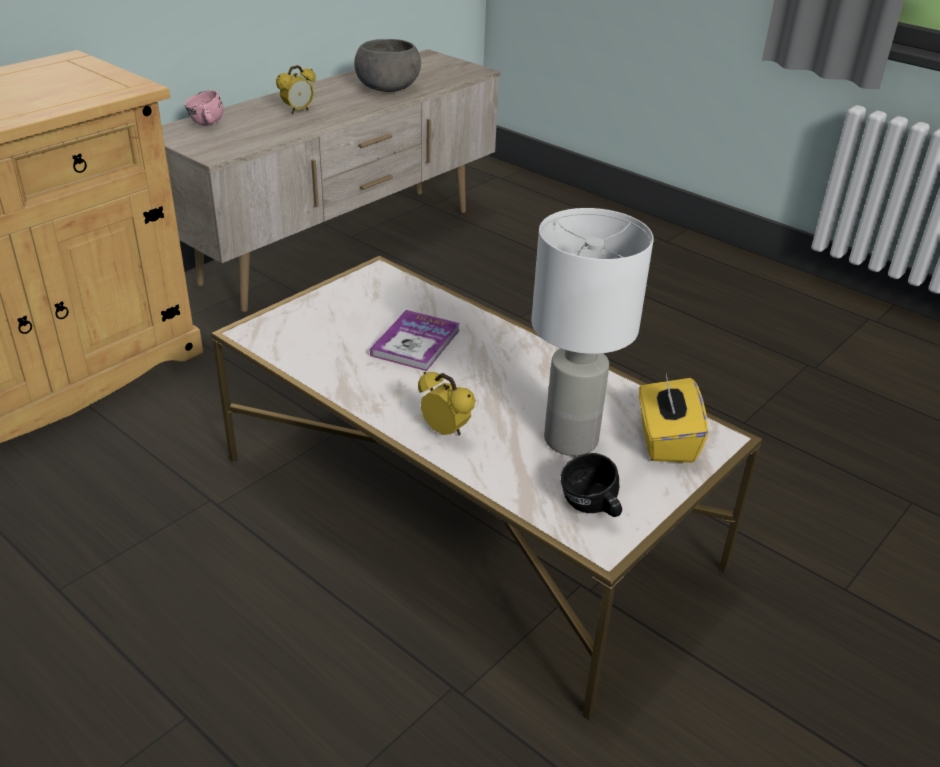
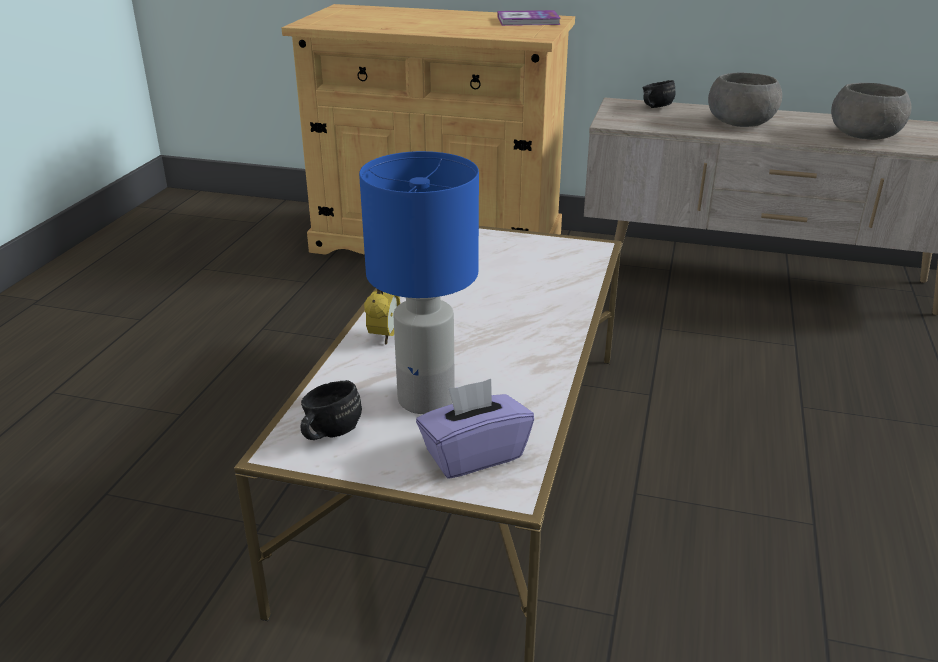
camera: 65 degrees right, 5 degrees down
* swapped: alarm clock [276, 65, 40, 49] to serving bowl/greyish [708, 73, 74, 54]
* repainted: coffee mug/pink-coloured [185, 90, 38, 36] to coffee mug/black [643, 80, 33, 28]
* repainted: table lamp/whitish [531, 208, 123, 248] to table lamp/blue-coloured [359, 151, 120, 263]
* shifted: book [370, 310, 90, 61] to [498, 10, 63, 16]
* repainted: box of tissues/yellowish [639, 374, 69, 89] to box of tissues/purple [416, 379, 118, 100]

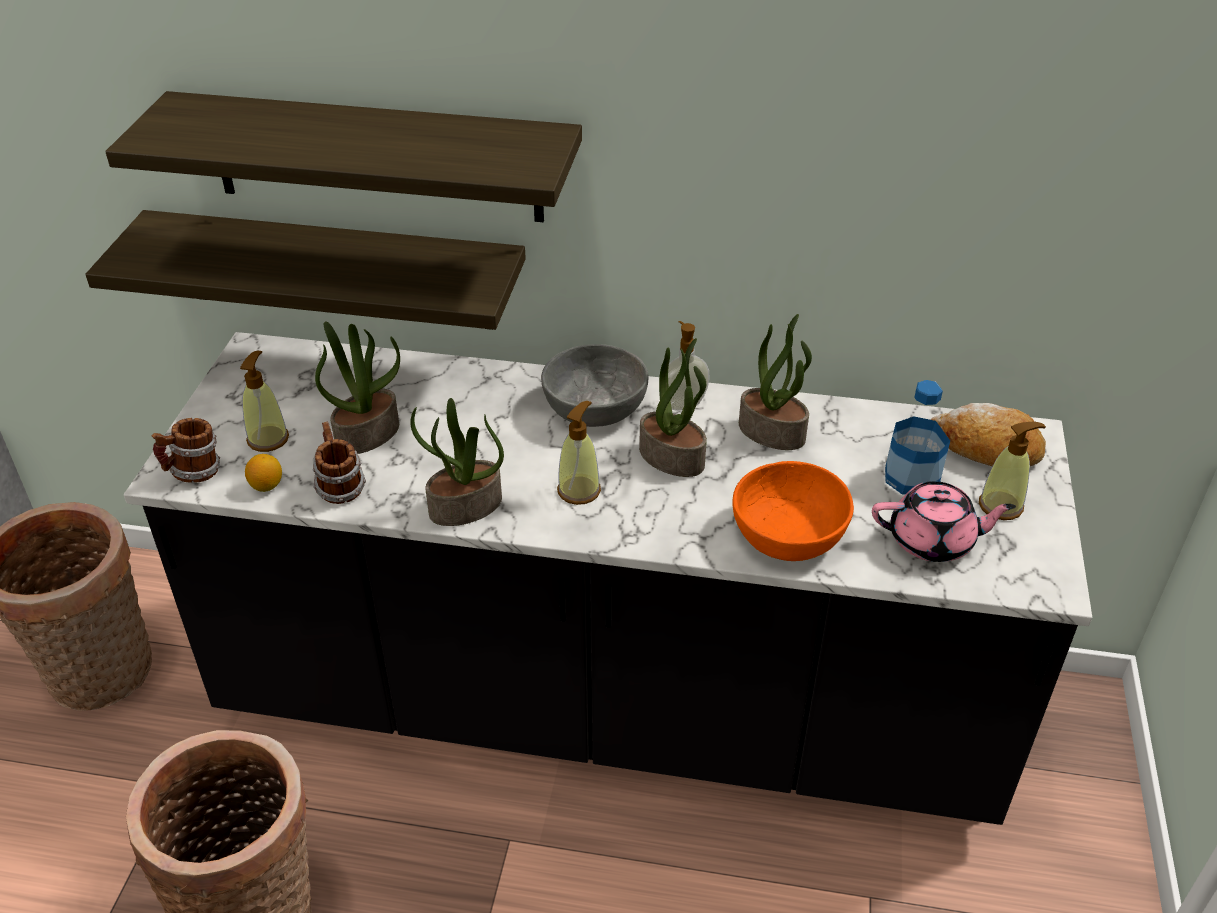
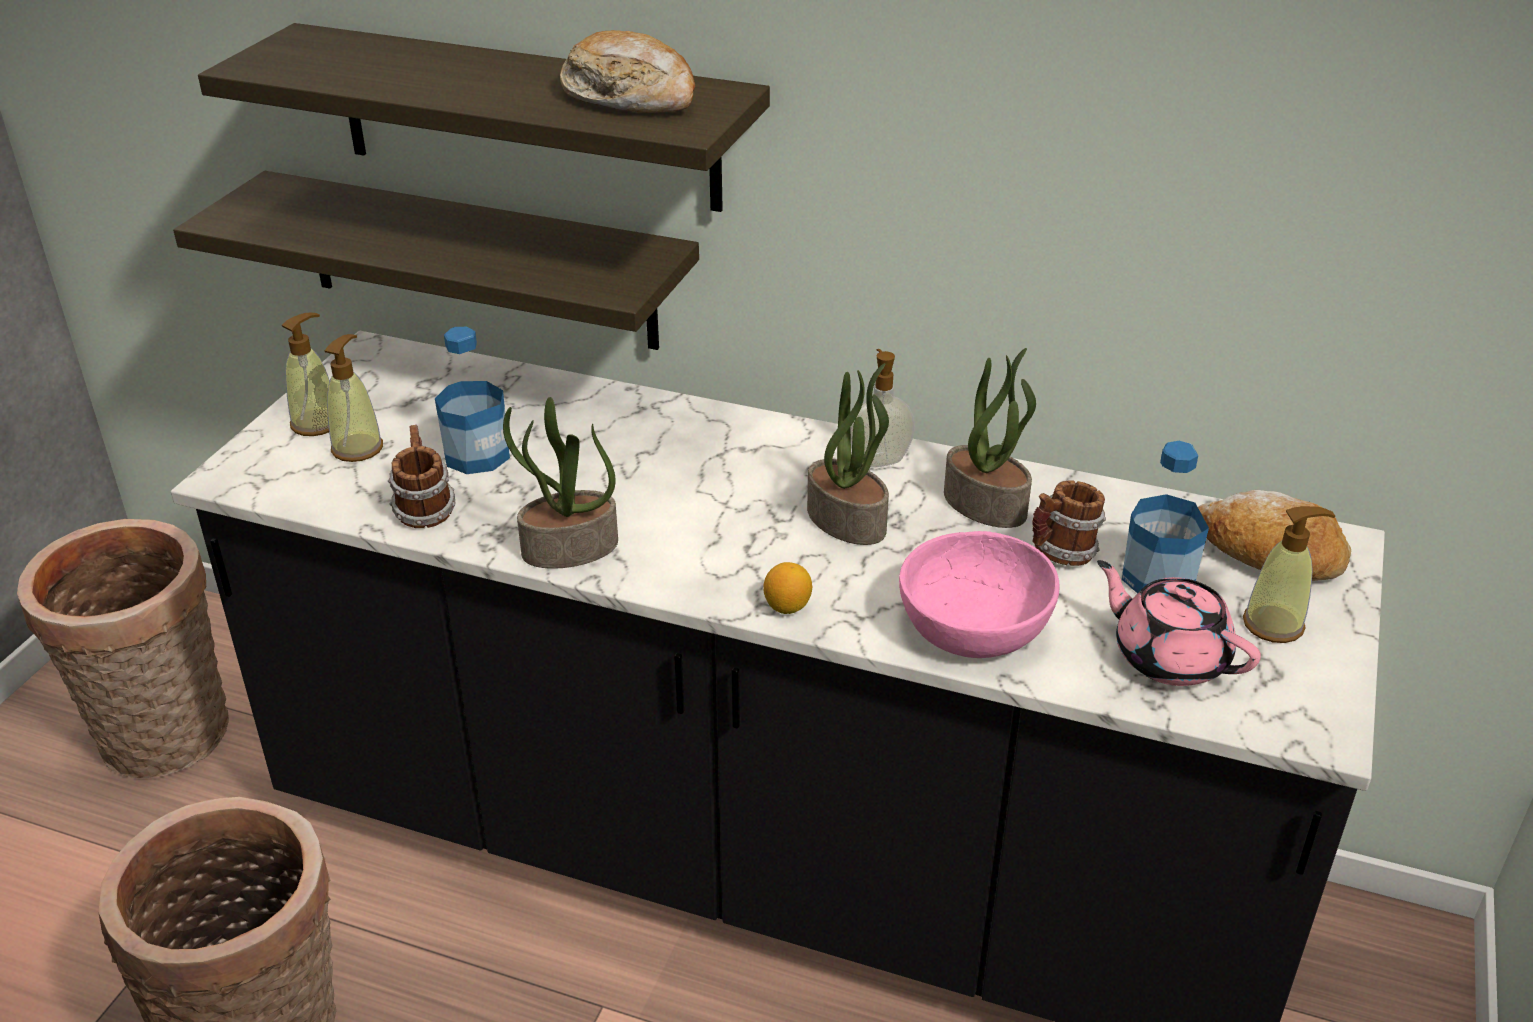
camera: 10 degrees right, 5 degrees down
* swapped: plant in a pot [315, 322, 85, 132] to drink bottle [435, 327, 75, 147]
* gone: serving bowl/greyish [541, 344, 108, 83]
* shifted: liquid soap bottle [557, 401, 44, 104] to [282, 313, 48, 123]
* shifted: coffee mug [152, 418, 68, 65] to [1032, 480, 74, 86]
* shifted: whole lemon [245, 454, 37, 38] to [763, 562, 50, 52]
* repainted: serving bowl/orange [732, 461, 122, 100] to serving bowl/pink-coloured [899, 531, 161, 127]
* rotated: pot for tea/pink-coloured [872, 481, 144, 81] = [1097, 560, 164, 126] 150 degrees counterclockwise
* new: bread [560, 30, 136, 83]

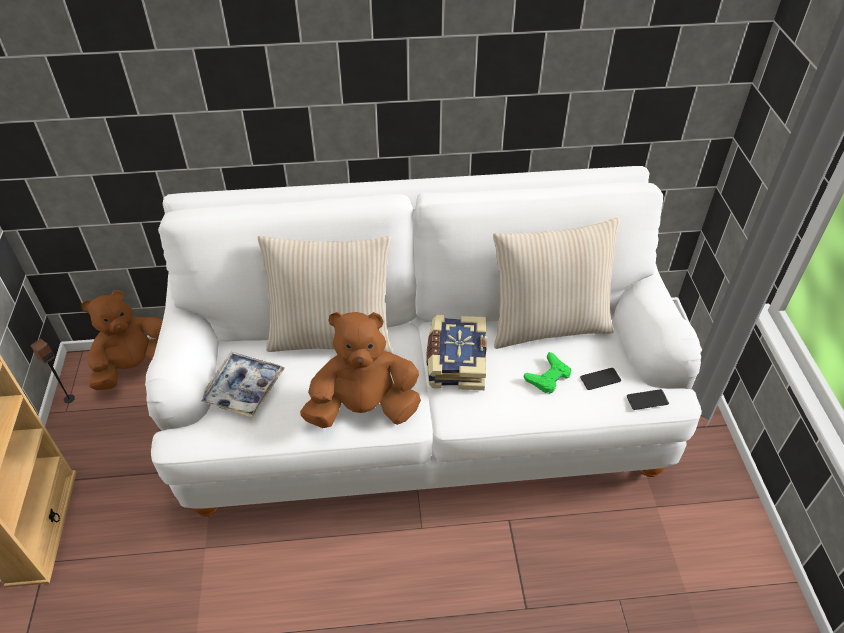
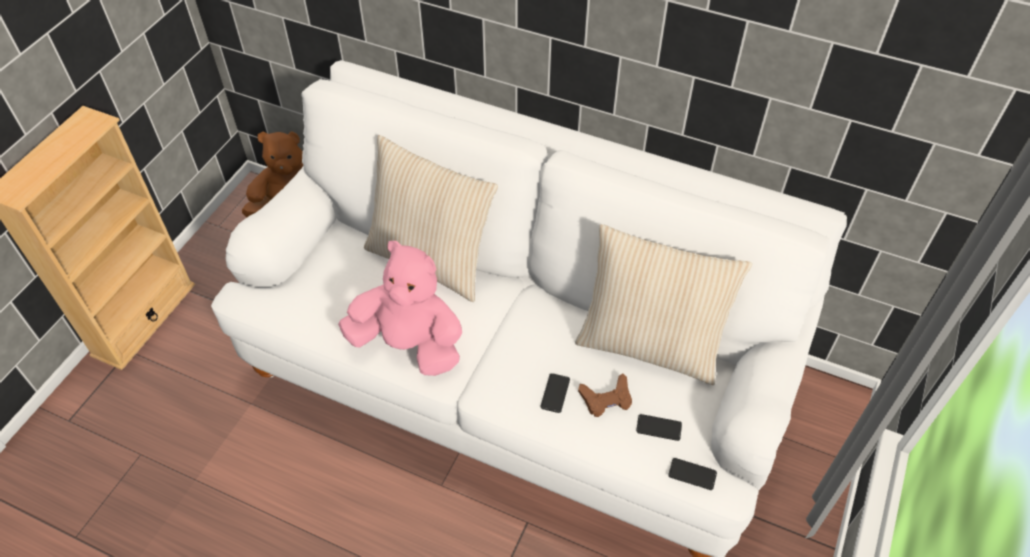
camera: 30 degrees right, 5 degrees up
* repainted: soft toy/brown [300, 312, 121, 116] to soft toy/pink-coloured [338, 241, 124, 135]
* gone: book [427, 315, 60, 75]
* gone: loudspeaker [30, 338, 45, 65]
* gone: serving tray [201, 352, 84, 66]
* repainted: joypad/green-coloured [524, 352, 47, 42] to joypad/brown [578, 374, 54, 43]
* new: handset [540, 373, 30, 40]

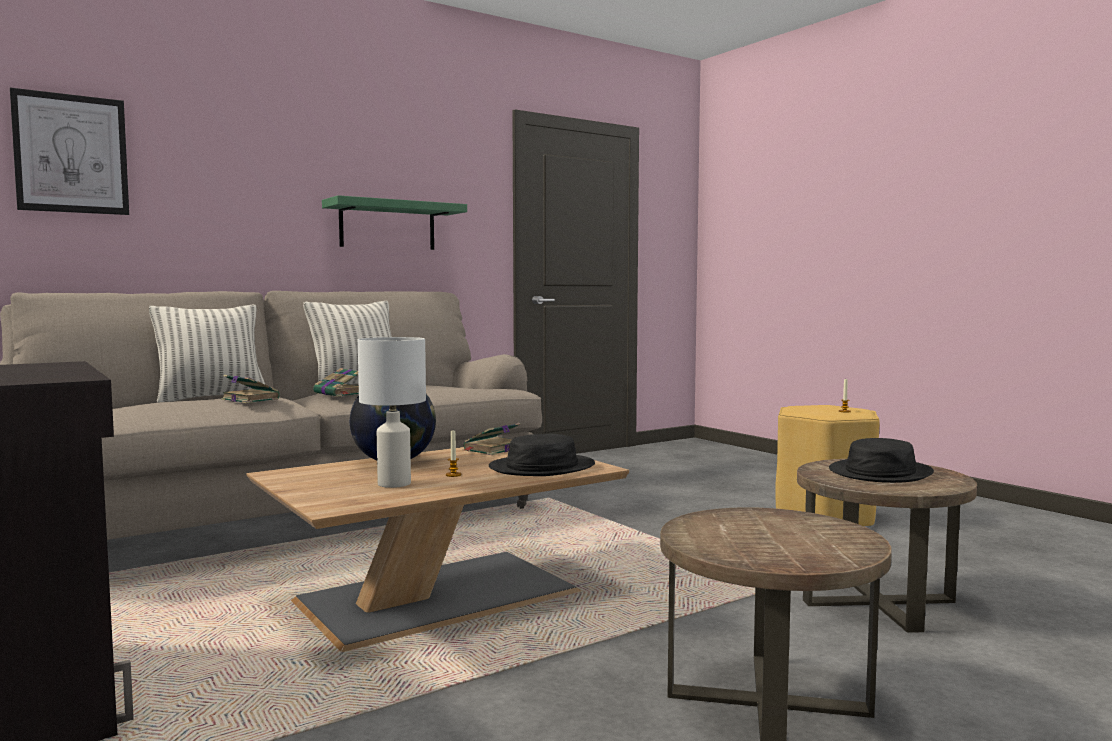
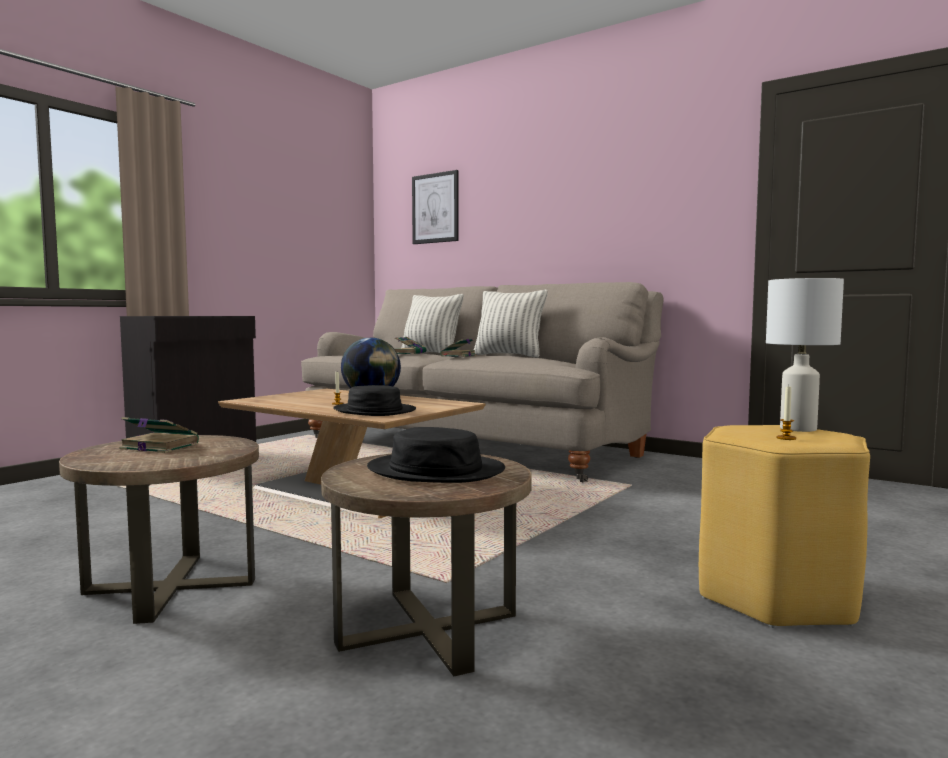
camera: 70 degrees right, 0 degrees up
* gone: wall shelf/green-coloured [322, 195, 145, 55]
* shifted: table lamp/whitish [358, 337, 68, 151] to [766, 278, 78, 154]
* shifted: book [464, 423, 56, 32] to [119, 417, 80, 36]

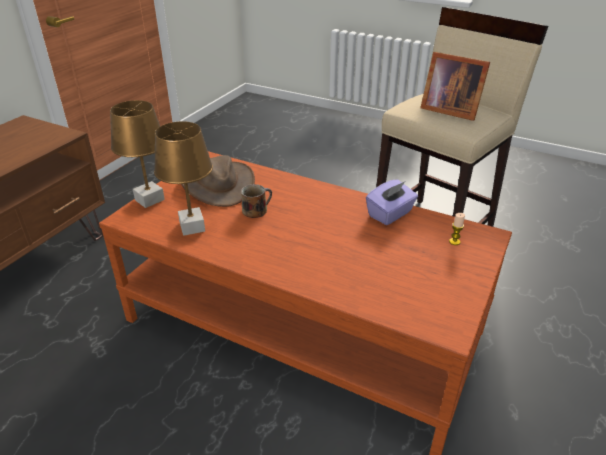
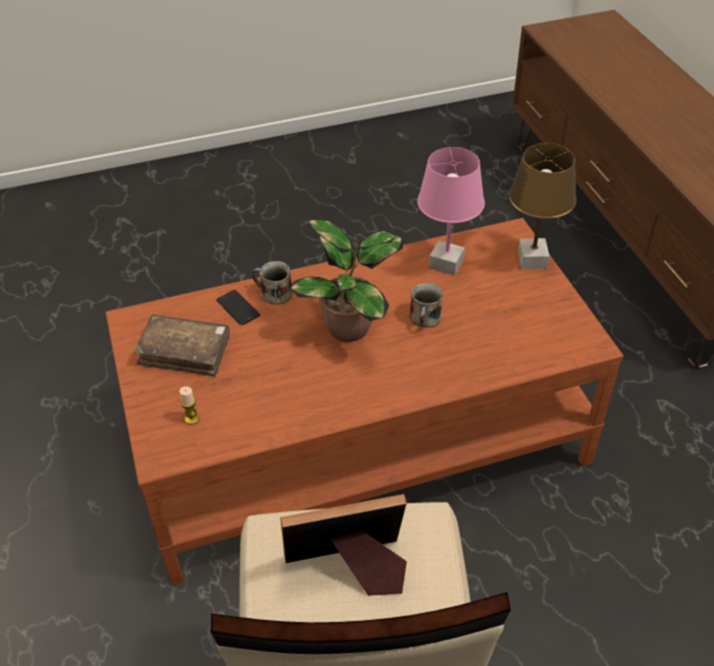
camera: 135 degrees right, 10 degrees up
* repainted: table lamp/brown [154, 121, 59, 115] to table lamp/pink-coloured [417, 147, 68, 129]
* gone: clothing hat/brown [181, 155, 74, 52]
* gone: box of tissues/purple [366, 179, 52, 46]
* new: plant in a pot [291, 219, 112, 123]
* new: coffee mug [252, 261, 41, 44]
* new: handset [216, 290, 44, 35]
* new: book/brown [134, 314, 96, 63]

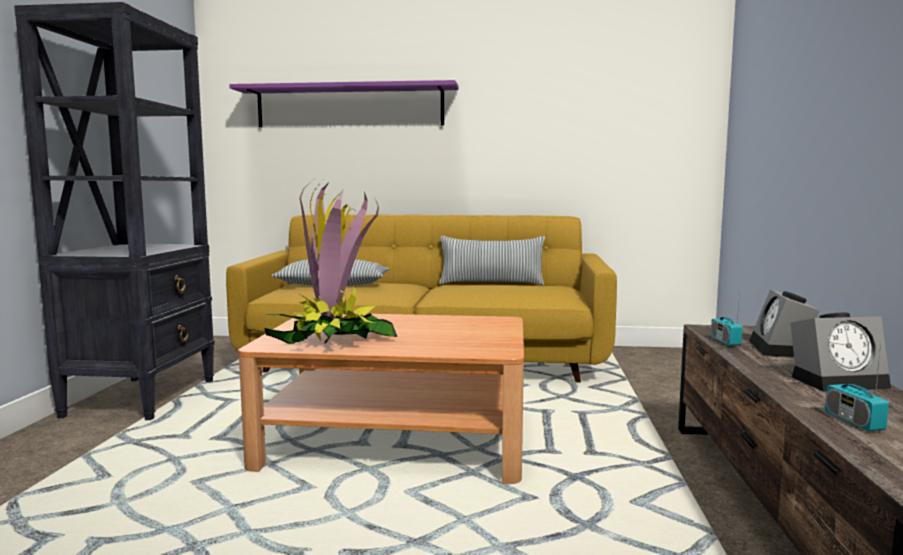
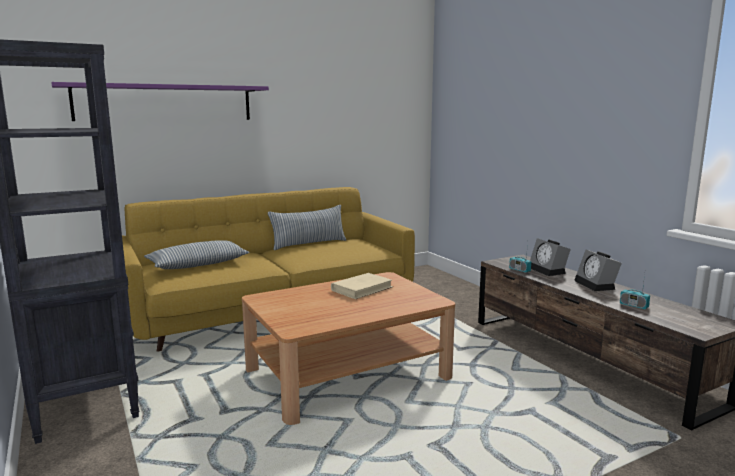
camera: 35 degrees left, 5 degrees up
* gone: plant in a pot [264, 181, 133, 163]
* rotated: alarm clock [790, 313, 101, 79] = [574, 250, 48, 41] 120 degrees clockwise
* new: book/beige [331, 273, 62, 26]

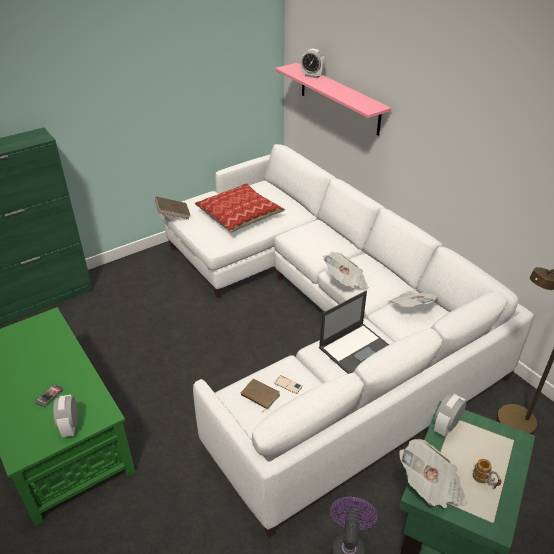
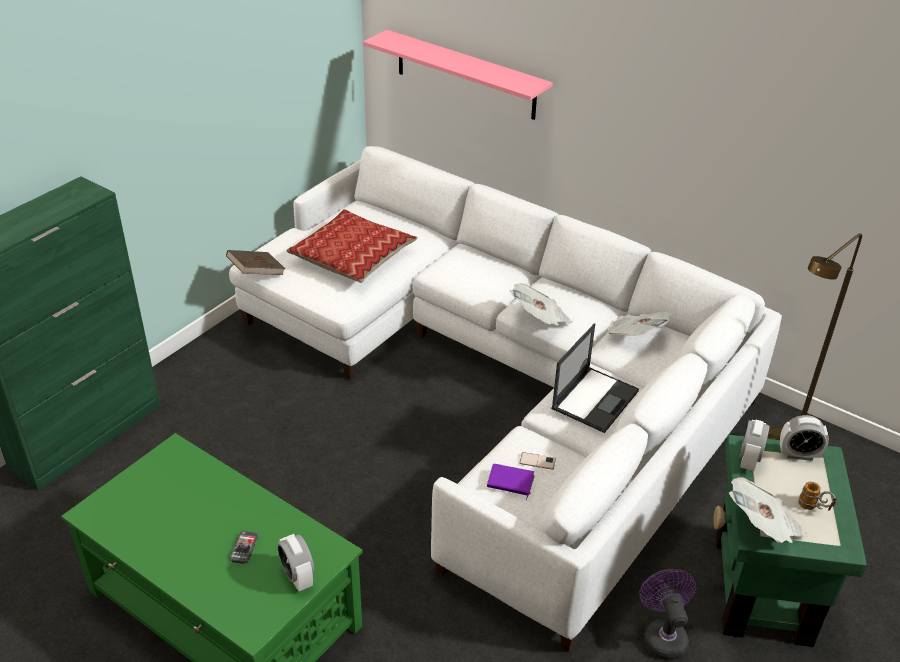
camera: 20 degrees left, 0 degrees up
* shifted: alarm clock [301, 49, 24, 29] to [780, 415, 49, 46]
* repainted: book/brown [241, 379, 39, 34] to book/purple [487, 464, 48, 36]

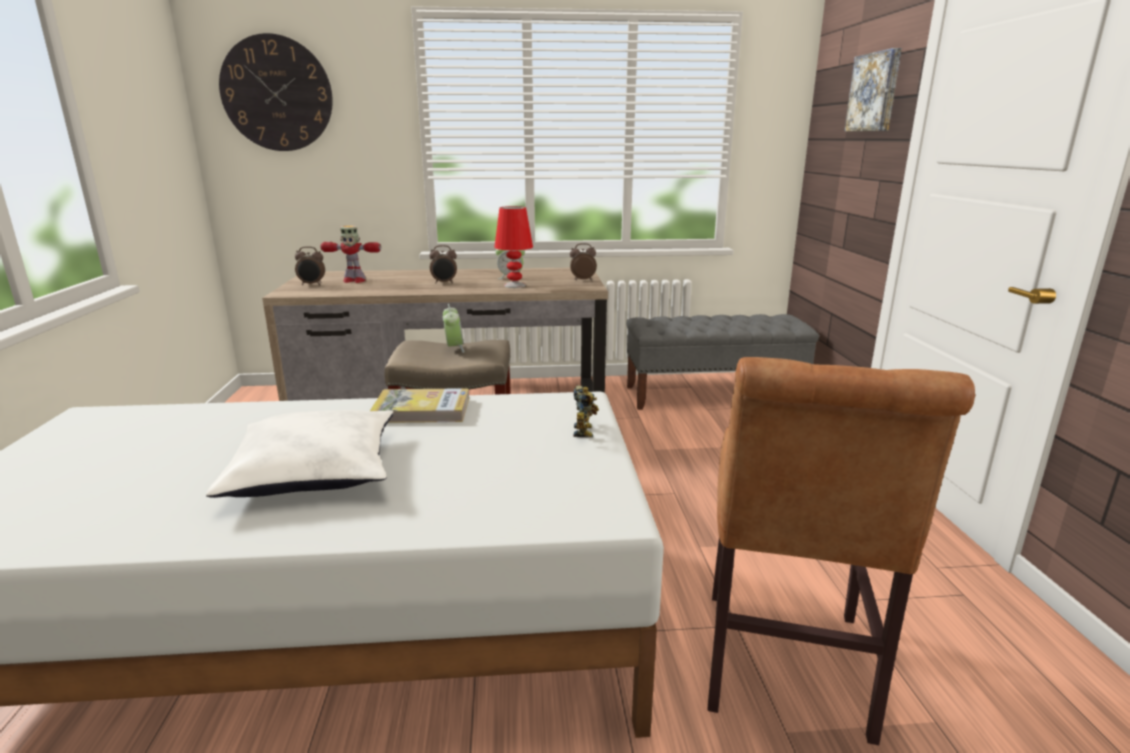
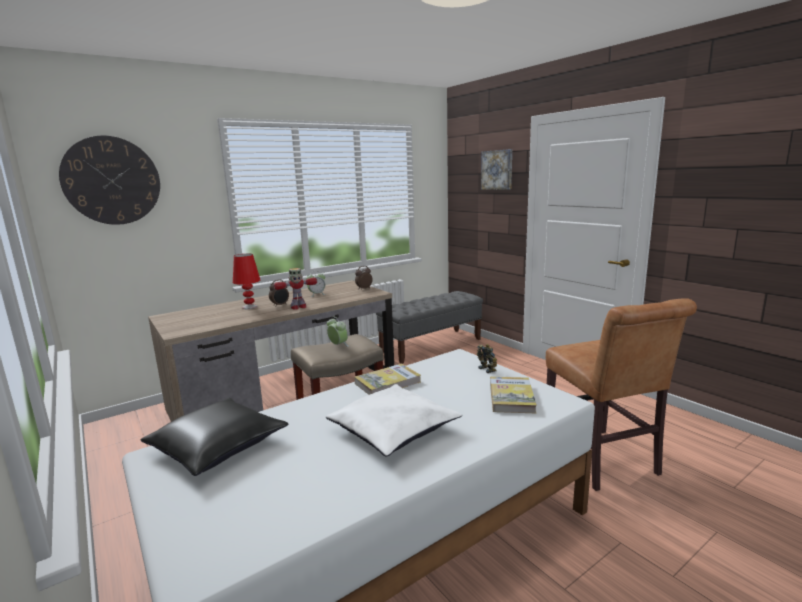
camera: 30 degrees left, 5 degrees down
* shifted: table lamp/reddish [494, 206, 39, 82] to [233, 254, 27, 55]
* shifted: model robot [320, 225, 61, 58] to [273, 268, 44, 42]
* gone: alarm clock [295, 246, 30, 39]
* new: book [490, 377, 47, 36]
* new: throw pillow/black [140, 398, 149, 78]

